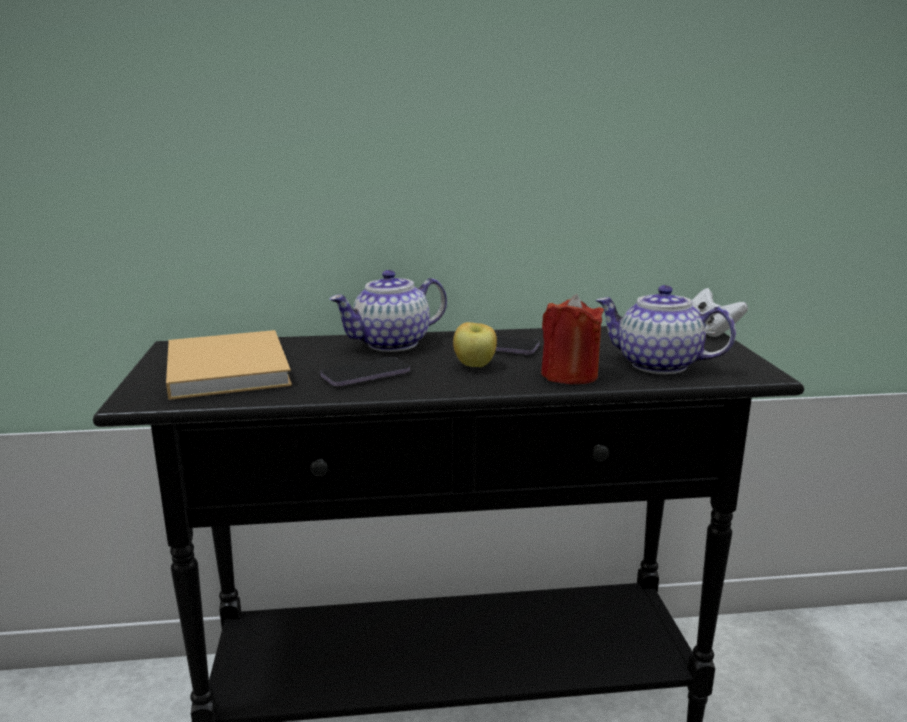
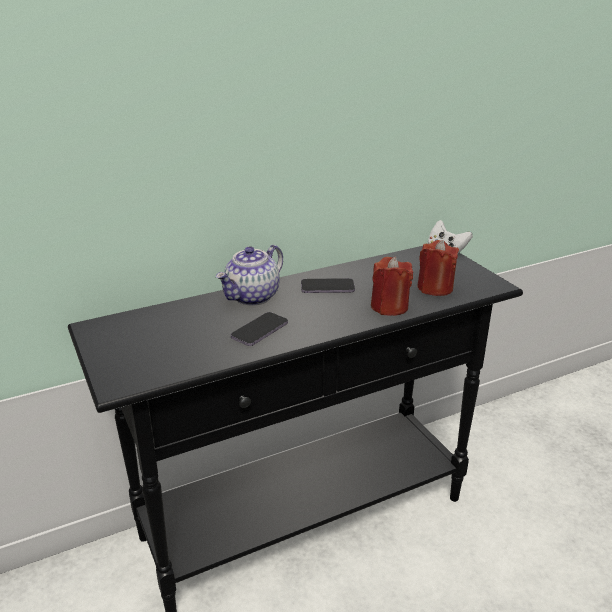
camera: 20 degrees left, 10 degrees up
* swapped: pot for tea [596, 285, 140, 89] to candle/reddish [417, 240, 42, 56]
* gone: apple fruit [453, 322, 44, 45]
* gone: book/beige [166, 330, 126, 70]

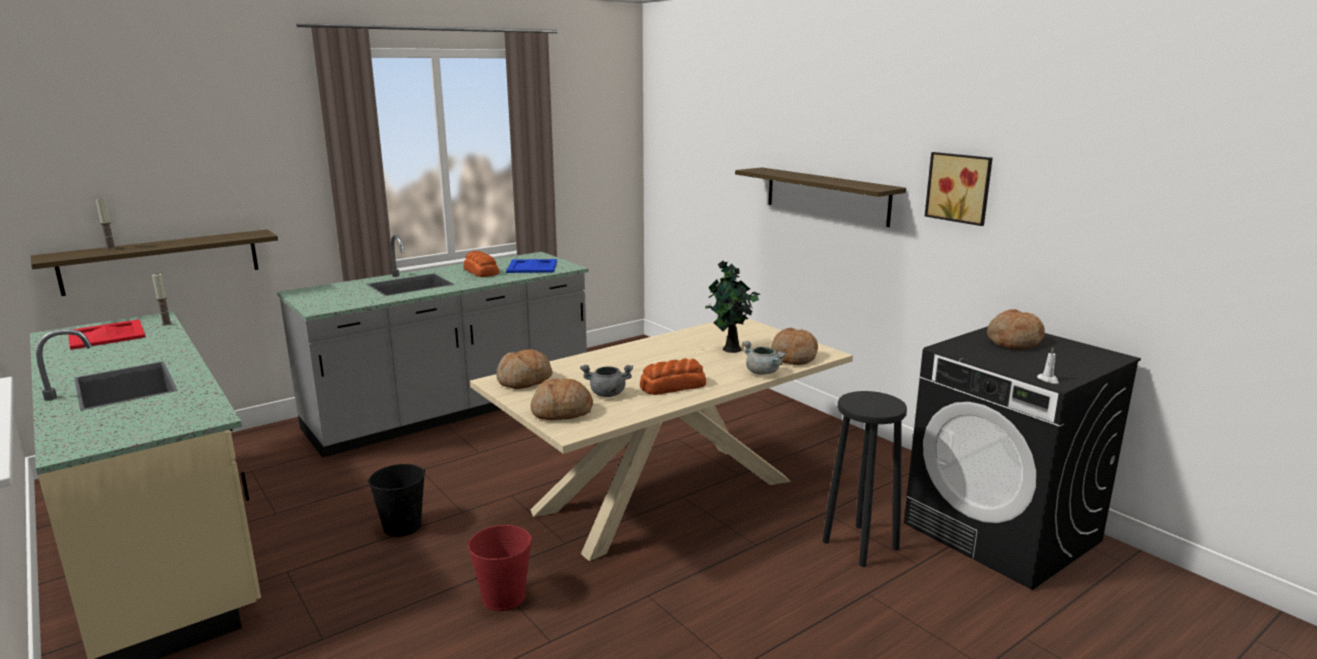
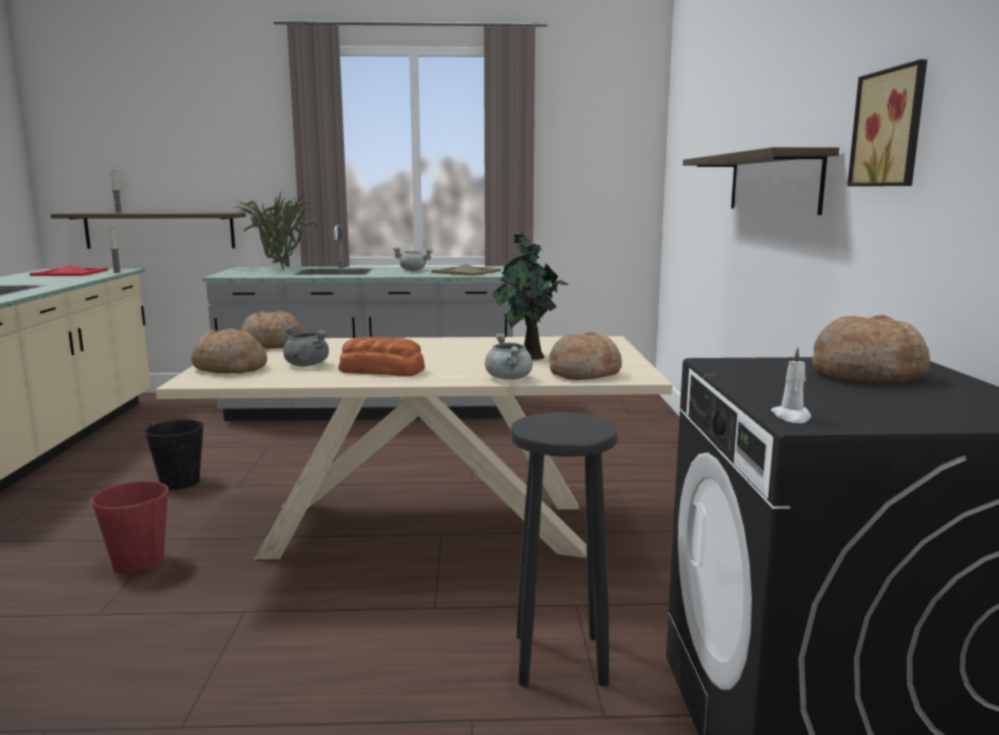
camera: 35 degrees right, 5 degrees down
* swapped: bread [463, 251, 36, 26] to cooking pot/greyish [393, 247, 40, 24]
* repainted: serving tray/blue-coloured [506, 259, 51, 14] to serving tray/beige [431, 264, 70, 12]
* new: plant in a pot [232, 192, 85, 78]

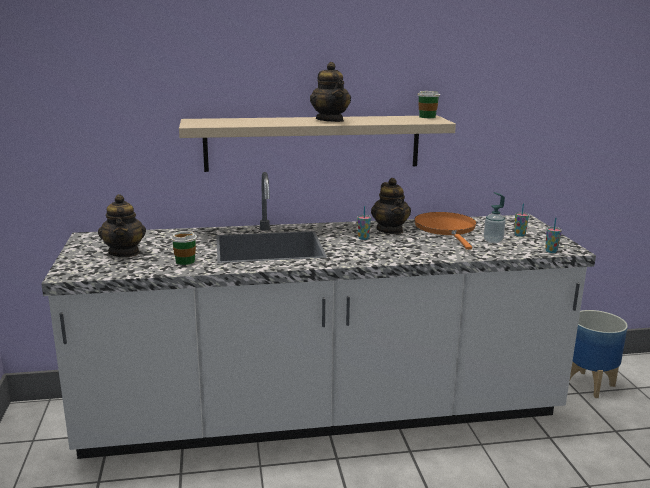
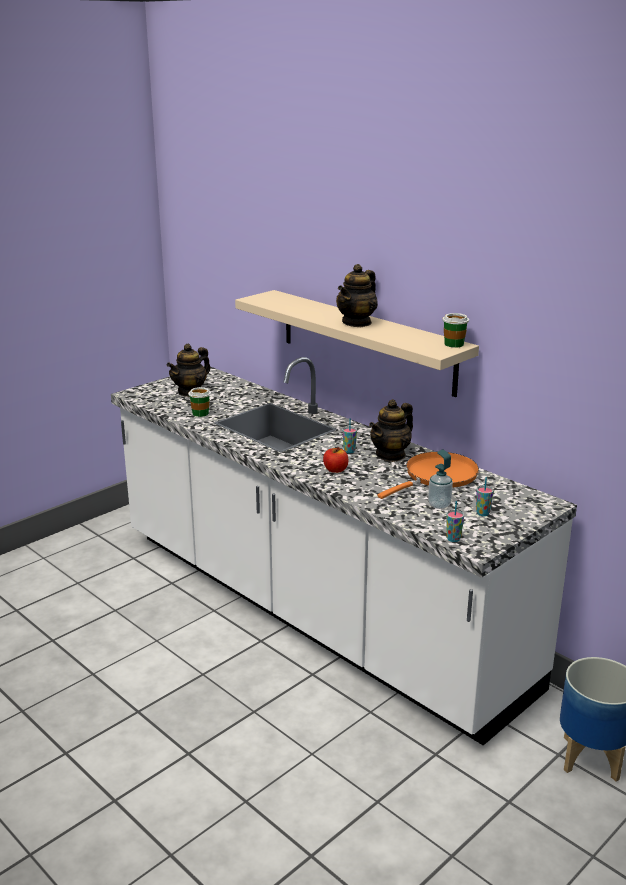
camera: 55 degrees right, 5 degrees up
* new: apple fruit [323, 447, 25, 26]

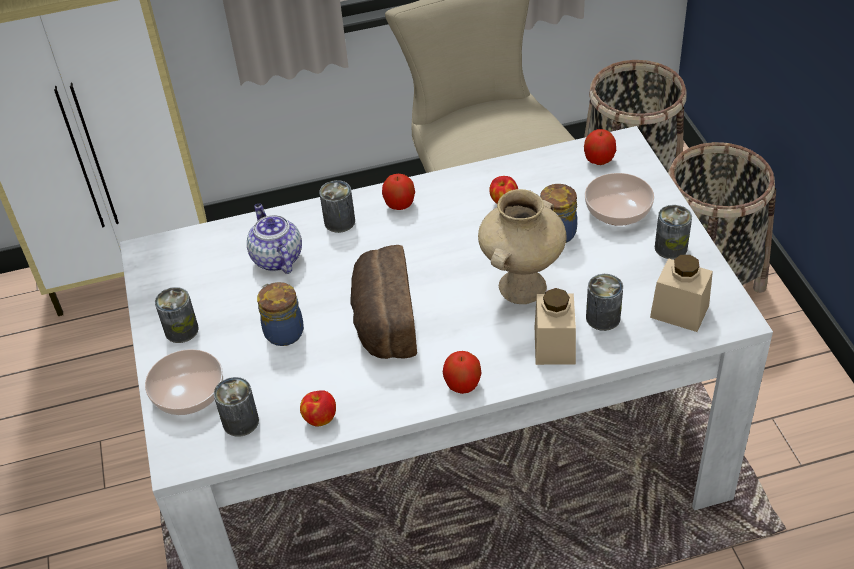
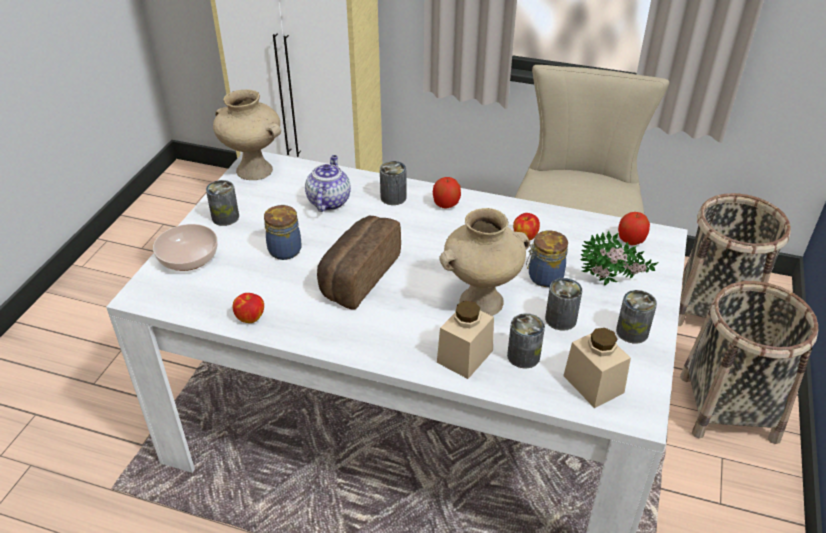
camera: 30 degrees right, 5 degrees down
* swapped: serving bowl [585, 173, 69, 53] to plant in a pot [580, 231, 78, 54]
* gone: apple fruit [443, 351, 38, 43]
* shifted: metal can [214, 377, 45, 60] to [545, 278, 37, 53]
* new: decorative vase/beige [213, 89, 68, 91]

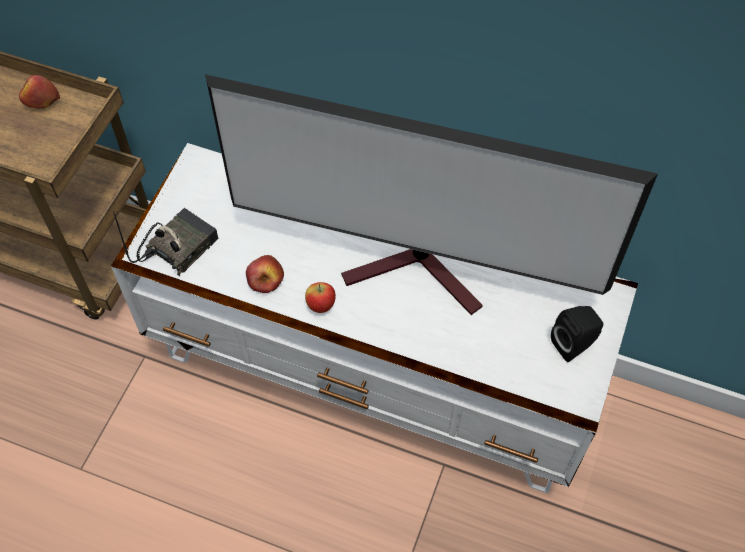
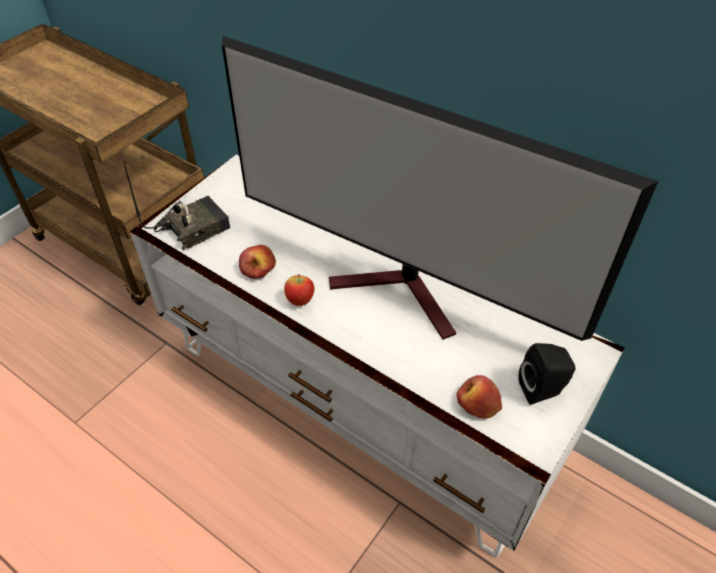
camera: 15 degrees right, 10 degrees down
* shifted: apple fruit [19, 75, 41, 34] to [457, 375, 45, 44]

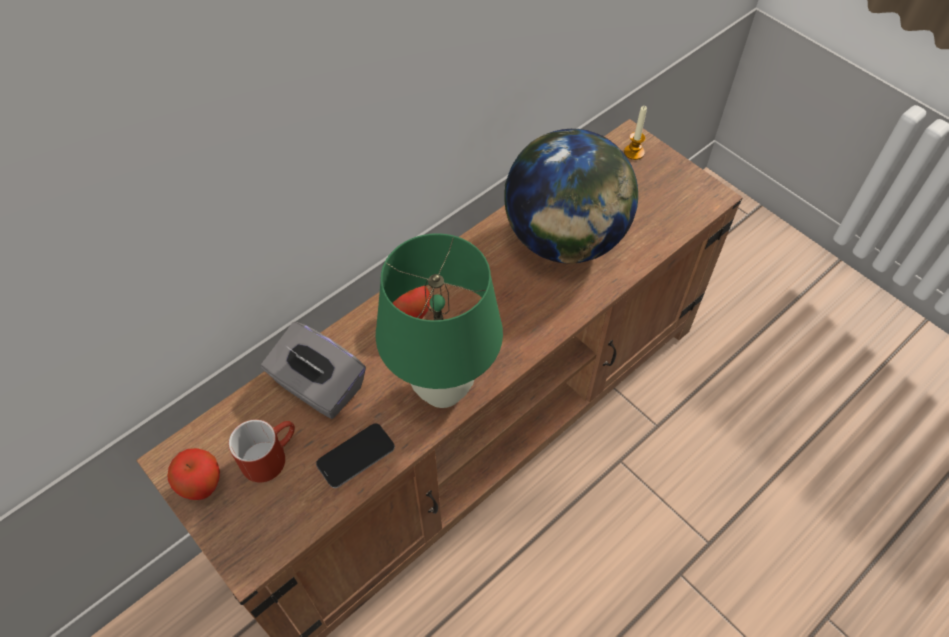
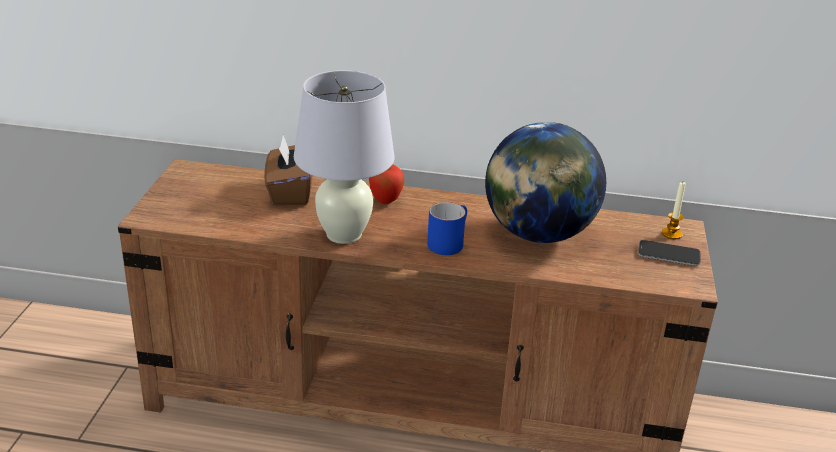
camera: 50 degrees right, 25 degrees down
* repainted: table lamp/green-coloured [376, 233, 127, 175] to table lamp/whitish [294, 70, 101, 174]
* repainted: box of tissues/greyish [261, 322, 105, 97] to box of tissues/brown [264, 135, 48, 70]
* gone: coffee mug/reddish [229, 419, 66, 63]
* shifted: handset [316, 423, 79, 65] to [638, 240, 62, 26]
* gone: apple fruit [168, 448, 52, 52]
* new: coffee mug/blue-coloured [427, 202, 40, 53]

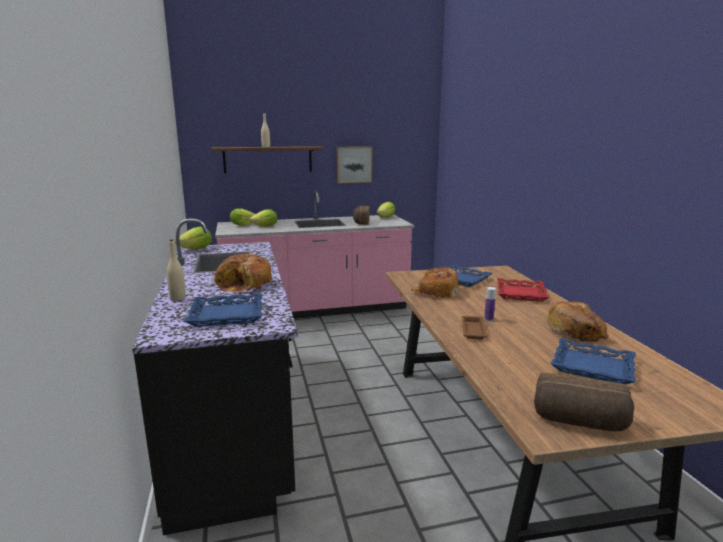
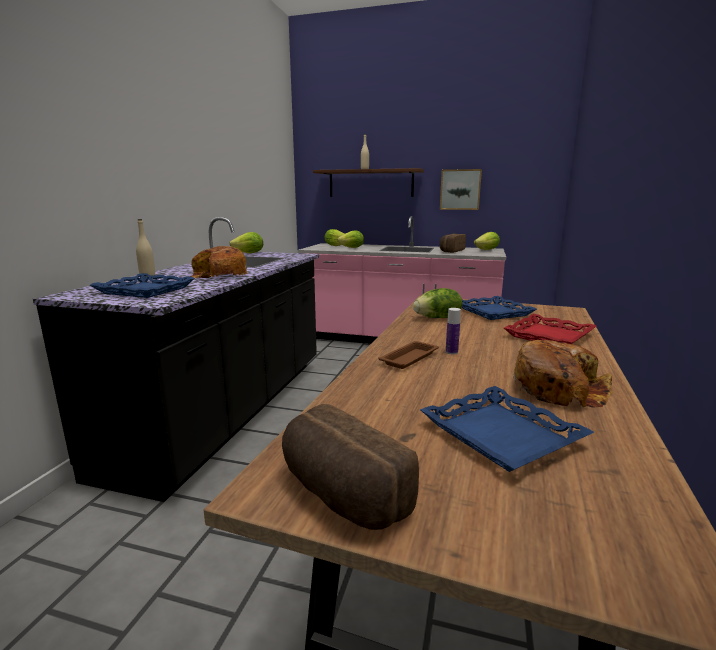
camera: 30 degrees right, 0 degrees up
* swapped: bread [411, 267, 48, 31] to lettuce [413, 288, 49, 30]

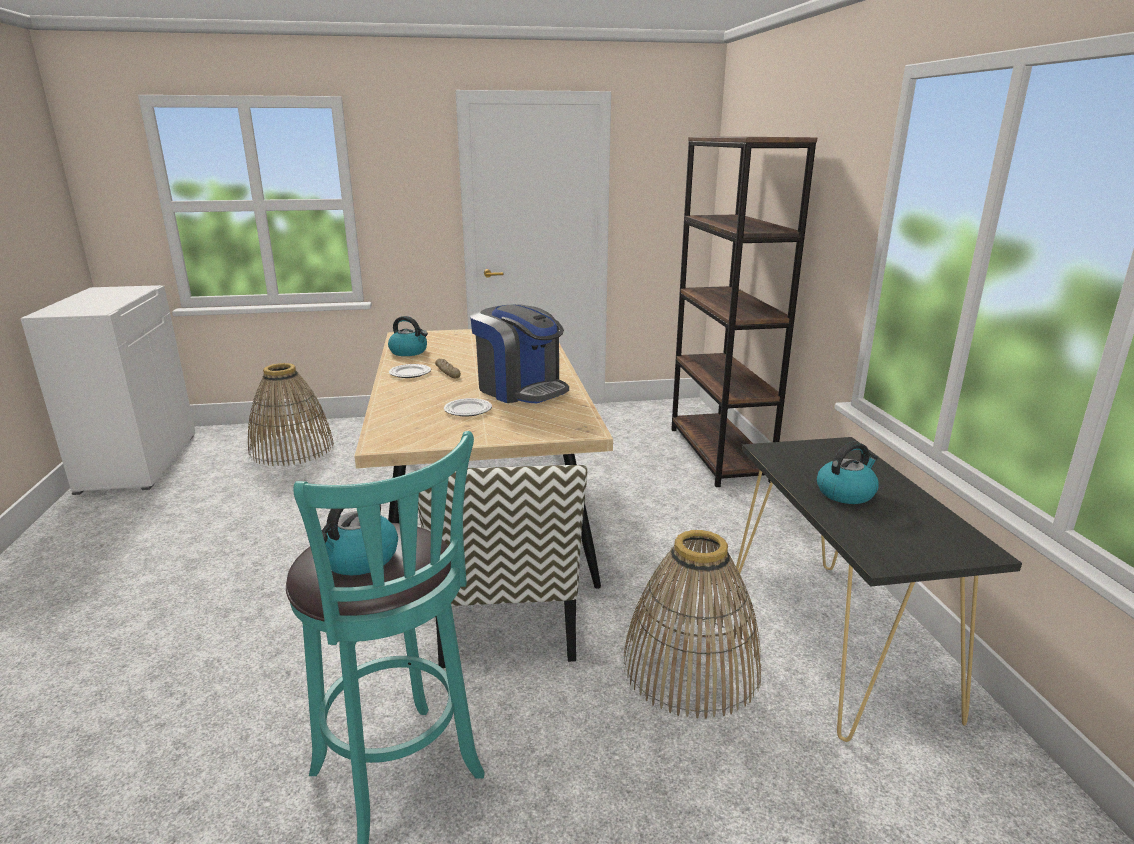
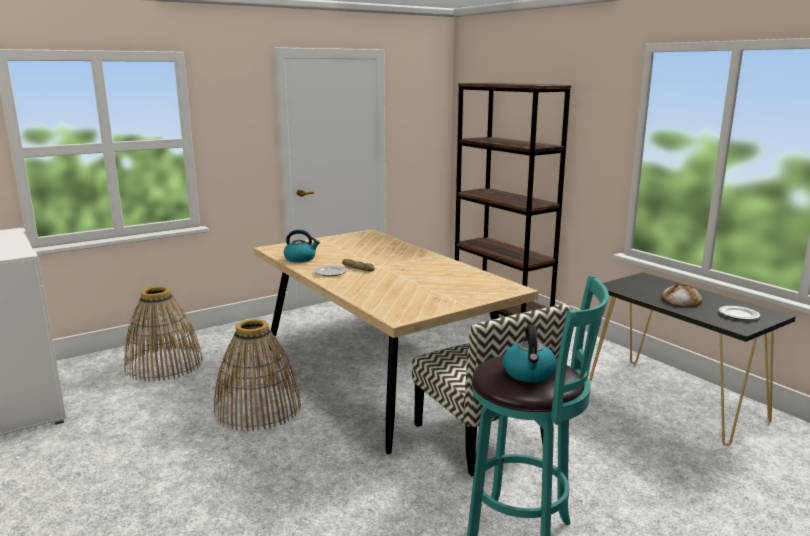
camera: 25 degrees left, 5 degrees down
* gone: coffee machine [470, 304, 99, 99]
* shifted: dinner plate [444, 398, 48, 19] to [719, 306, 41, 14]
* swapped: tea kettle [817, 442, 62, 62] to bread [662, 283, 41, 24]
* shifted: storage basket [623, 530, 138, 189] to [214, 319, 87, 112]

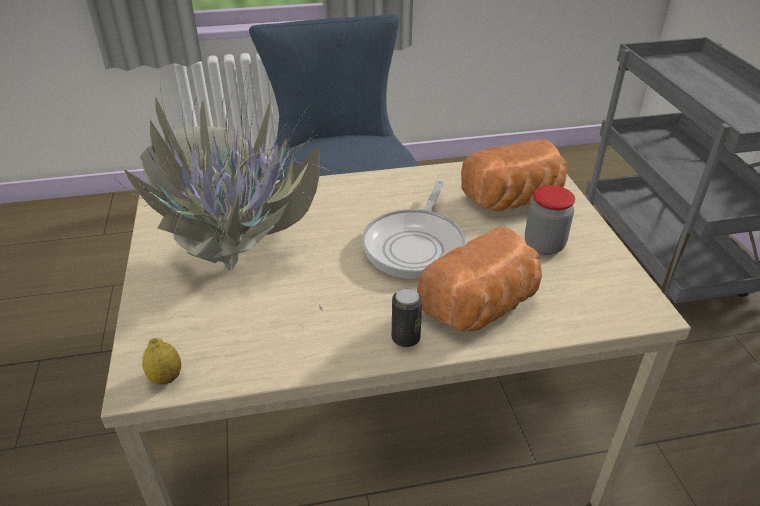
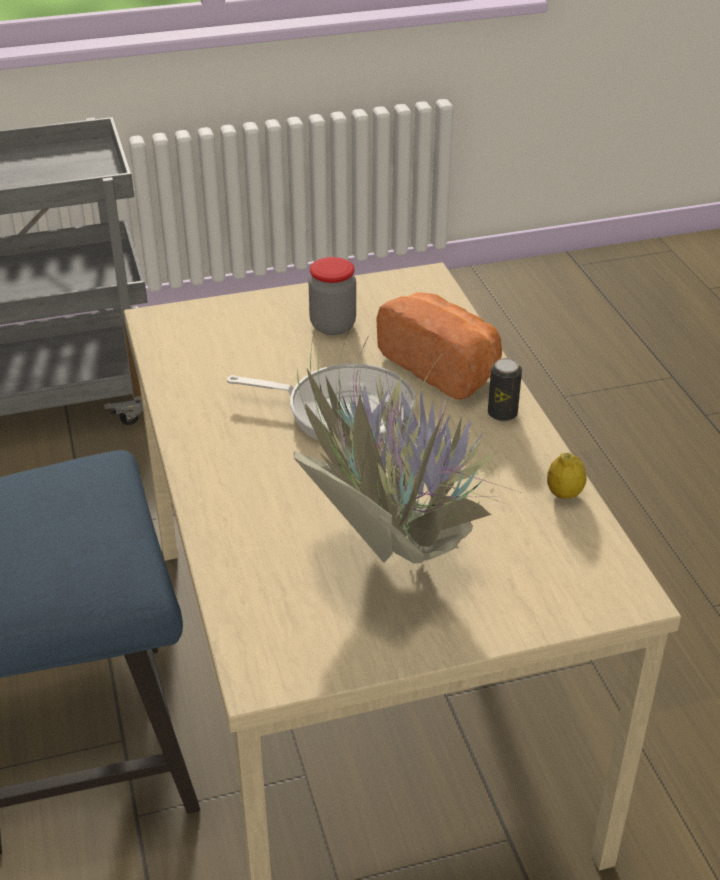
camera: 95 degrees left, 0 degrees up
* gone: bread [461, 139, 106, 73]
* shifted: whole lemon [142, 338, 39, 47] to [547, 453, 39, 46]

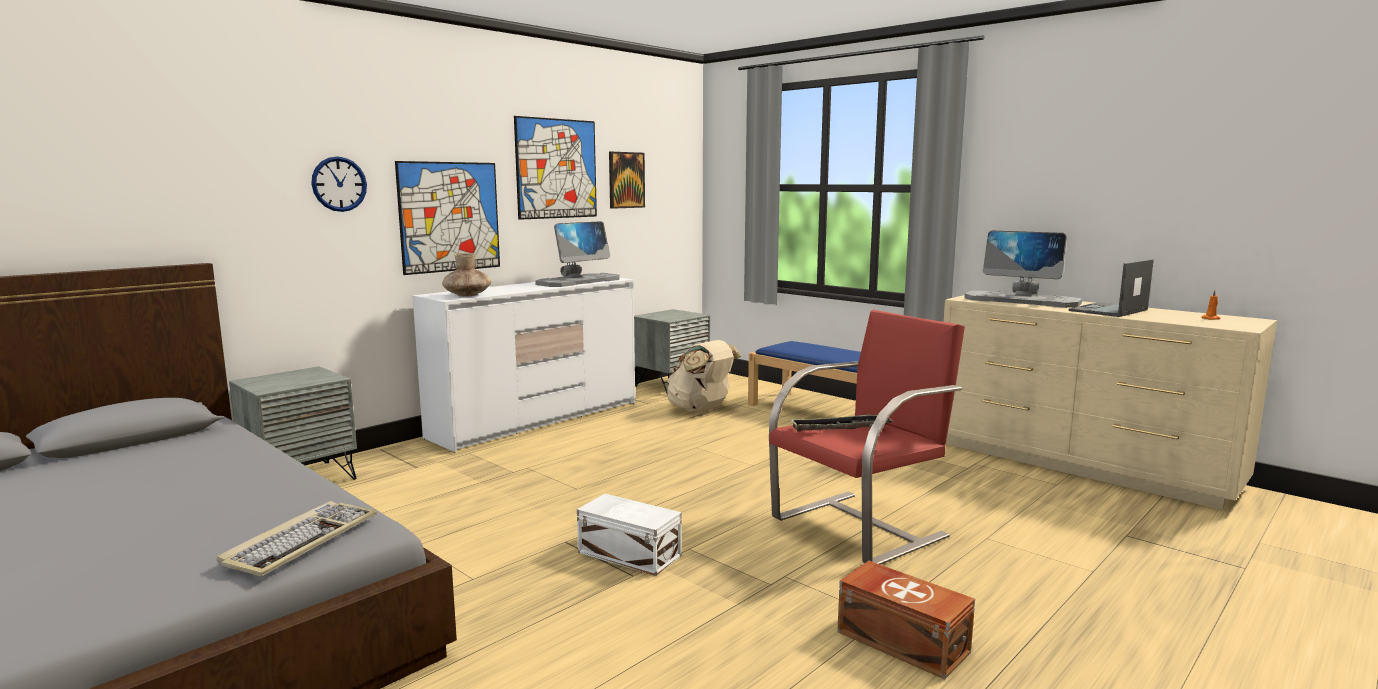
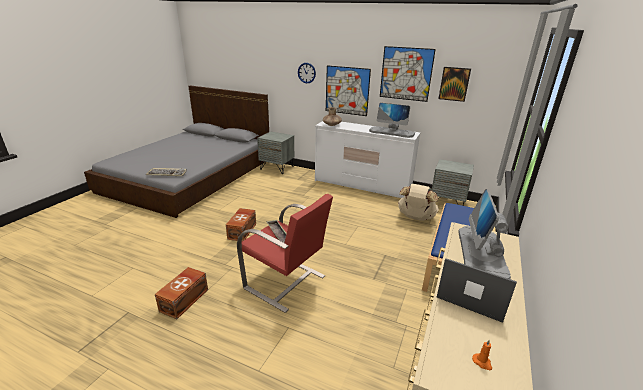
camera: 70 degrees right, 15 degrees up
* repainted: storage container/whitish [577, 494, 105, 82] to storage container/brown [226, 208, 30, 33]

